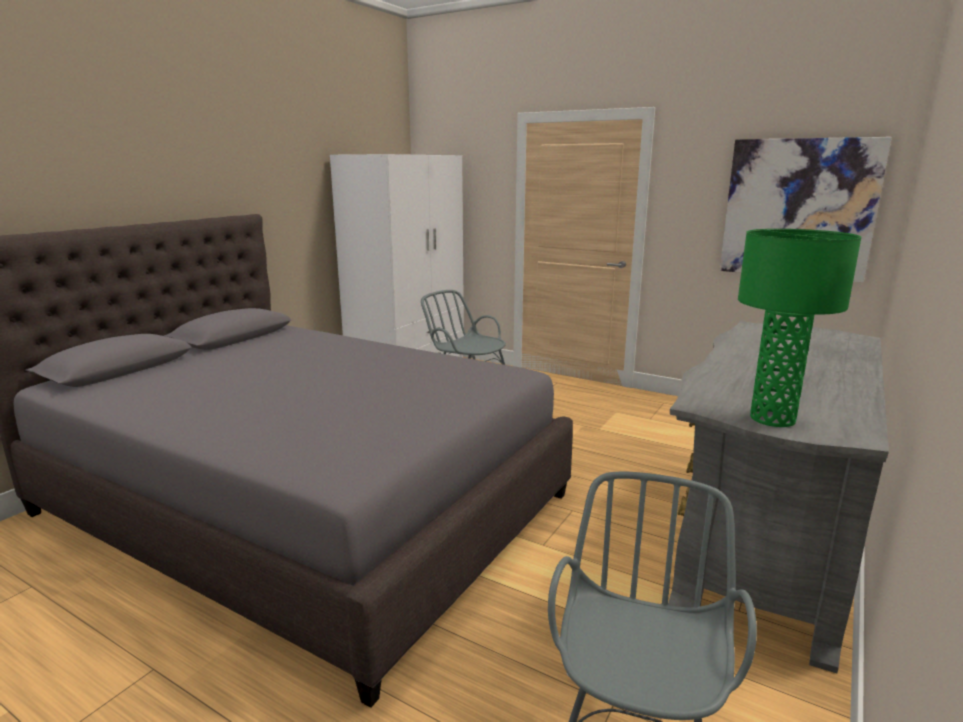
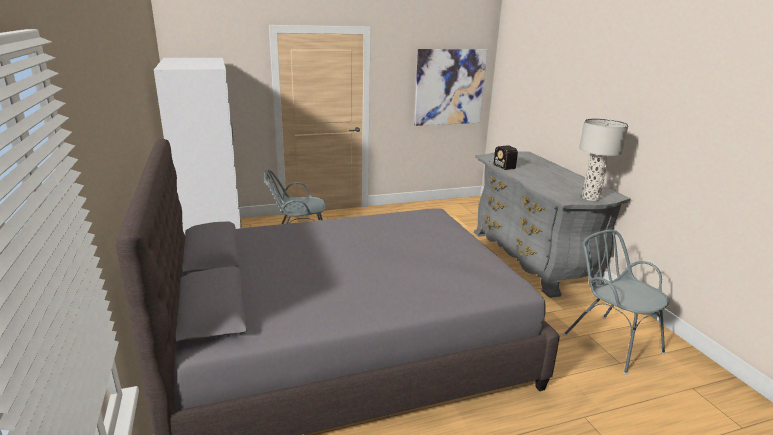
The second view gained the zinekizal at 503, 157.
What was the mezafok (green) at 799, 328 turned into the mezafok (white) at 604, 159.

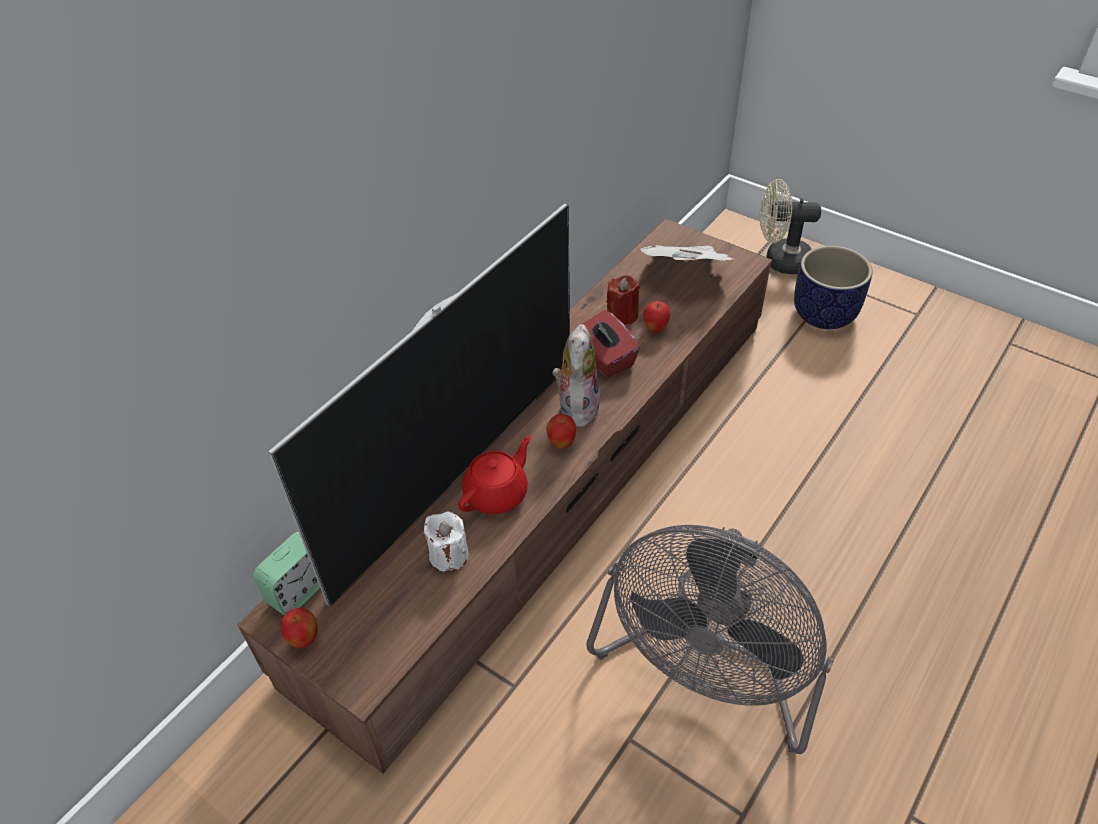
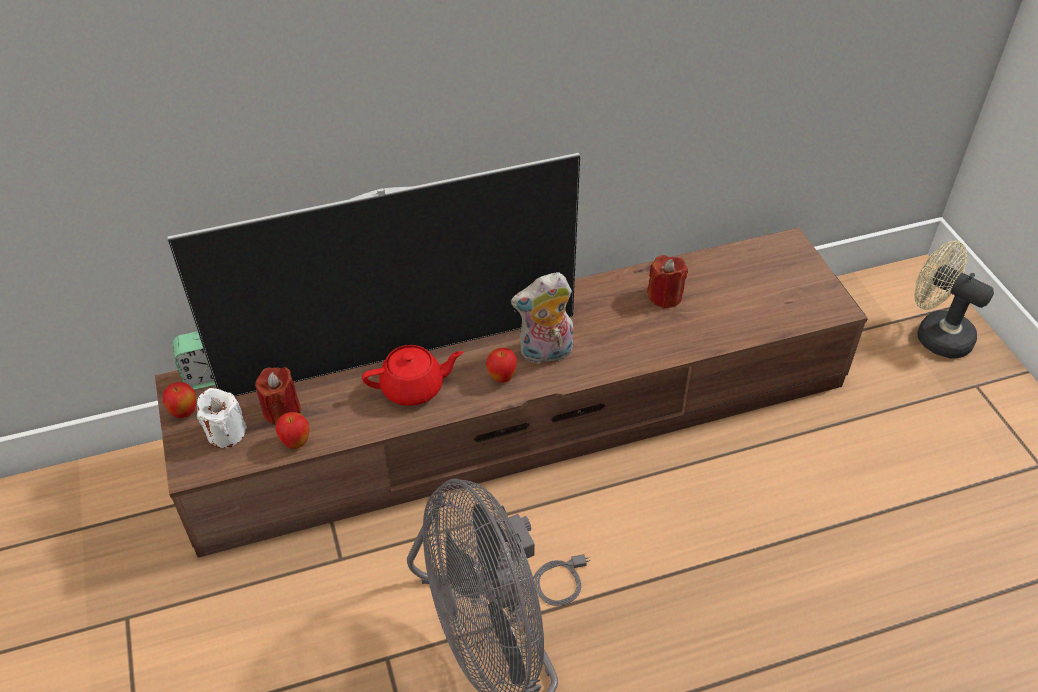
The second view lost the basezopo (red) at 607, 343.
The second view lost the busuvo at 687, 253.
The second view lost the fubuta at 833, 287.
The second view gained the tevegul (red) at 278, 396.
The tevegul (white) ended up elsewhere, having gone from 446, 542 to 222, 418.
The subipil ended up elsewhere, having gone from 657, 317 to 292, 430.
The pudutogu at 576, 375 ended up facing another way, 150 degrees counterclockwise from before.

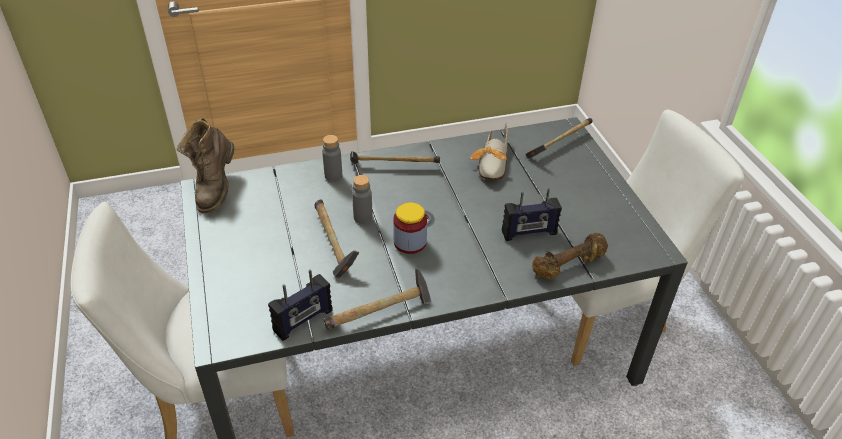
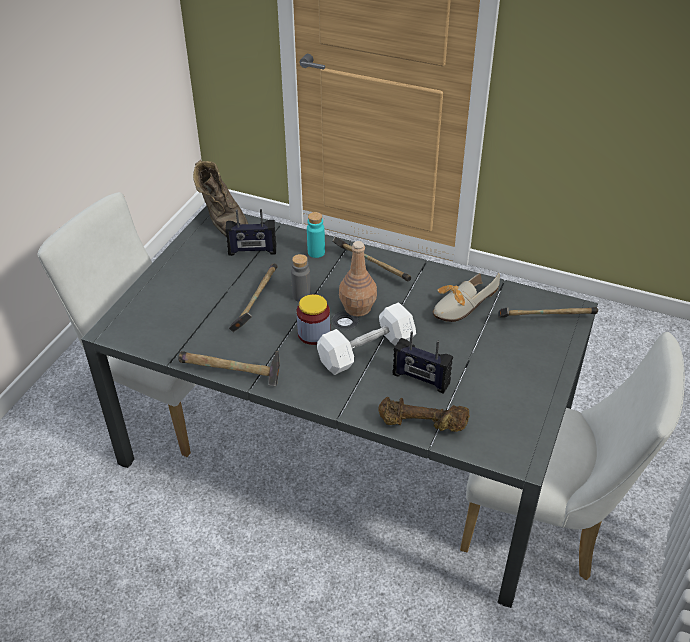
The second view gained the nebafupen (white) at 366, 338.
The second view gained the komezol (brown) at 358, 279.
The zinekizal ended up elsewhere, having gone from 300, 305 to 250, 232.
What was the komezol (grey) at 332, 158 turned into the komezol (turquoise) at 316, 235.
The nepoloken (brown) at 206, 165 ended up facing another way, 75 degrees counterclockwise from before.

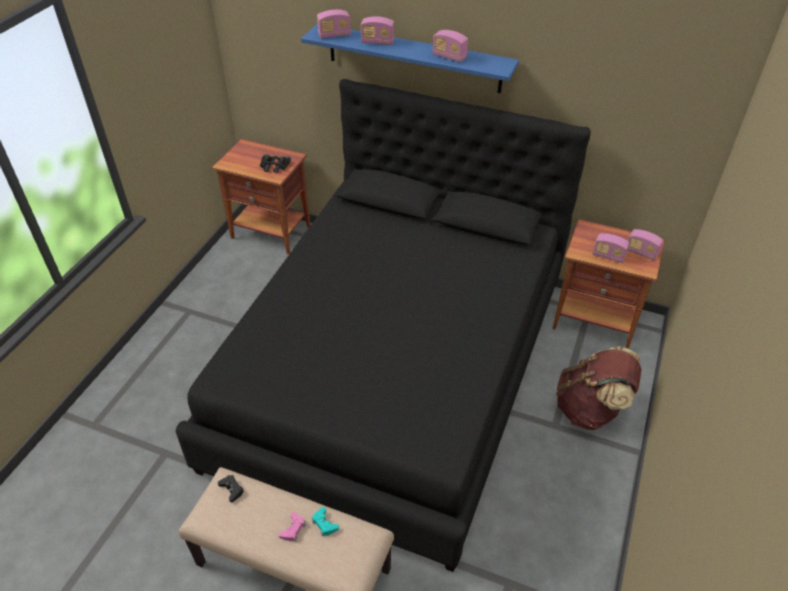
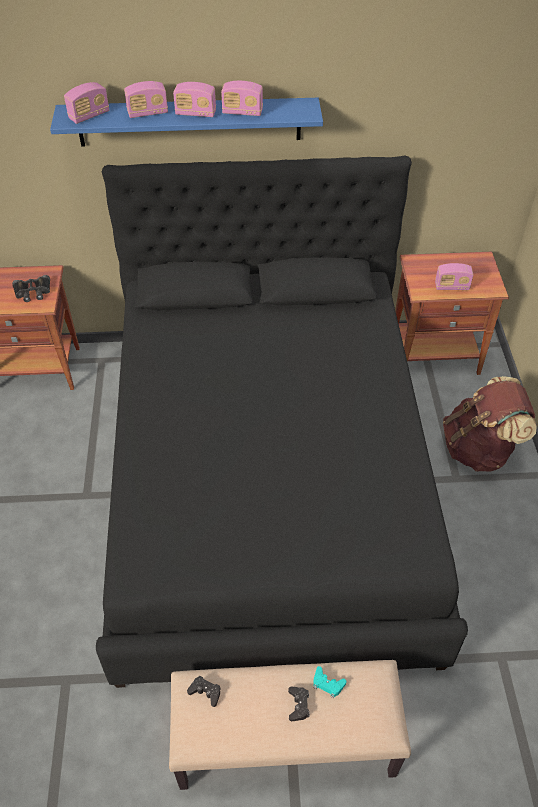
The zinekizal ended up elsewhere, having gone from 645, 244 to 194, 99.
What was the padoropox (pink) at 292, 526 turned into the padoropox (black) at 299, 703.

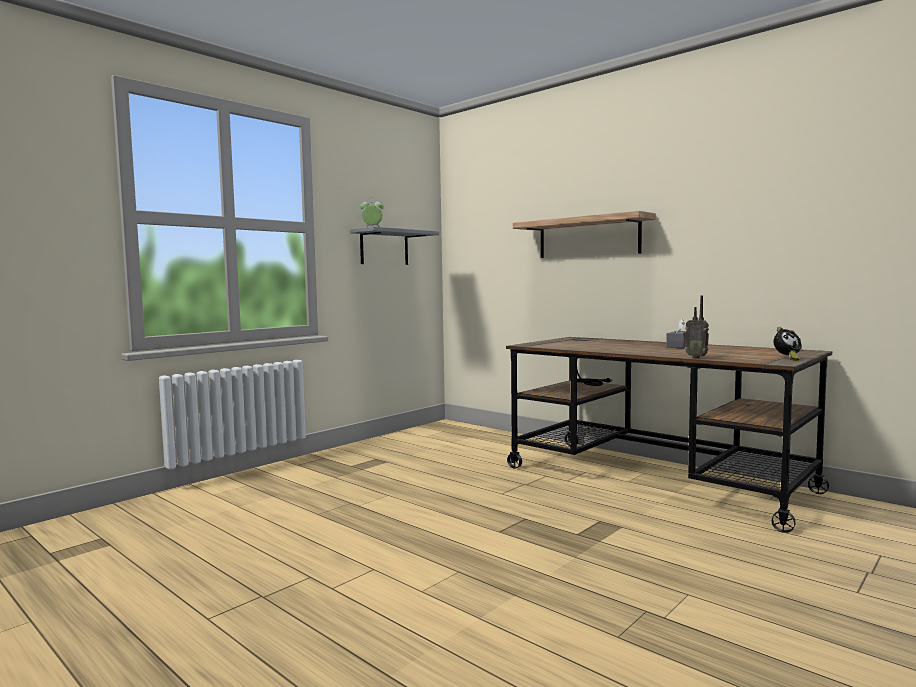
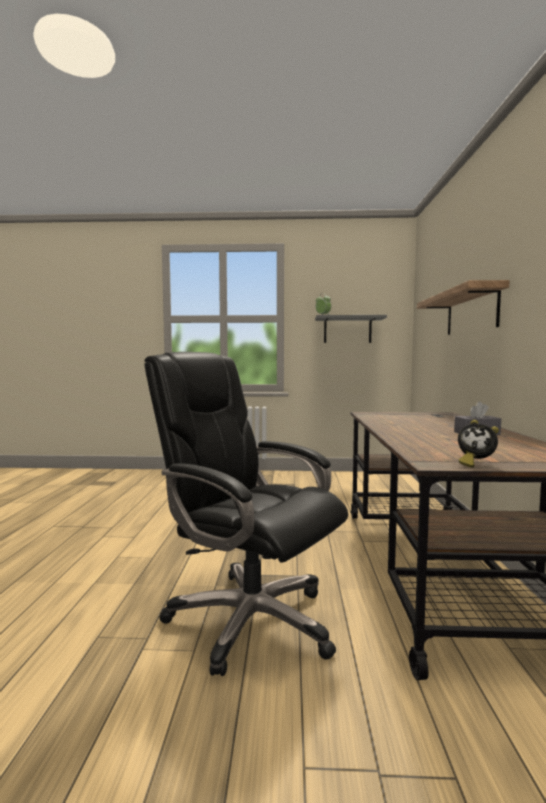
The second view lost the zinekizal at 696, 326.
The second view gained the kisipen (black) at 246, 514.

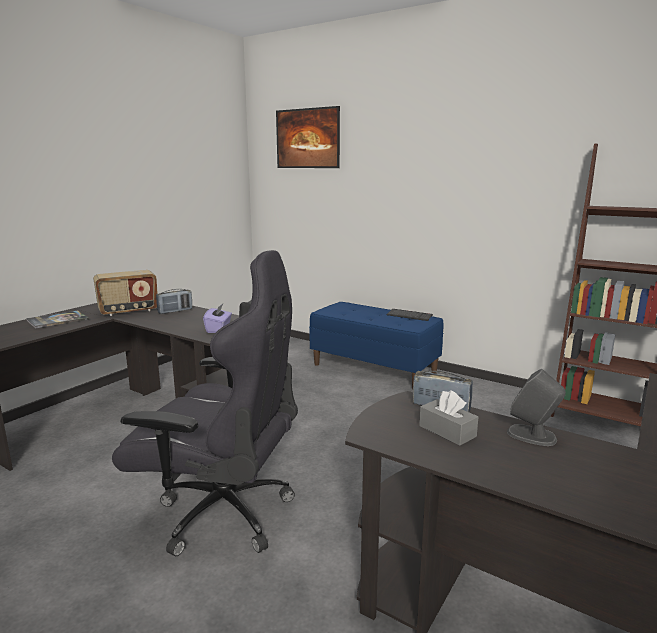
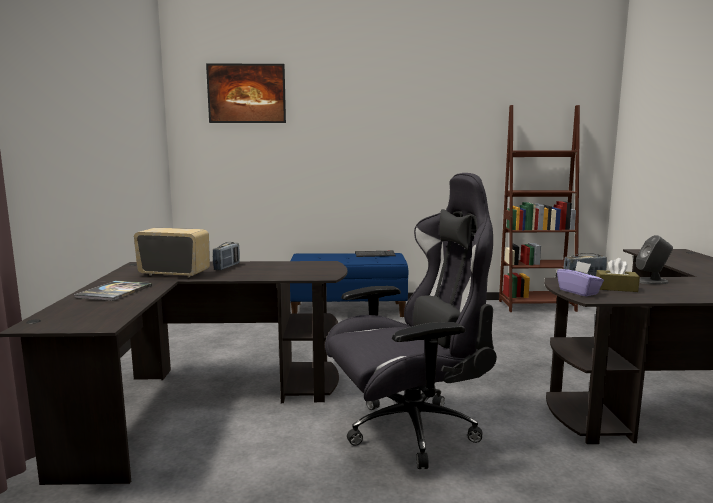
The basezopo (purple) ended up elsewhere, having gone from 217, 318 to 580, 278.
What was the basezopo (grey) at 448, 418 turned into the basezopo (brown) at 618, 275.
The zinekizal at 125, 293 ended up facing another way, 105 degrees counterclockwise from before.

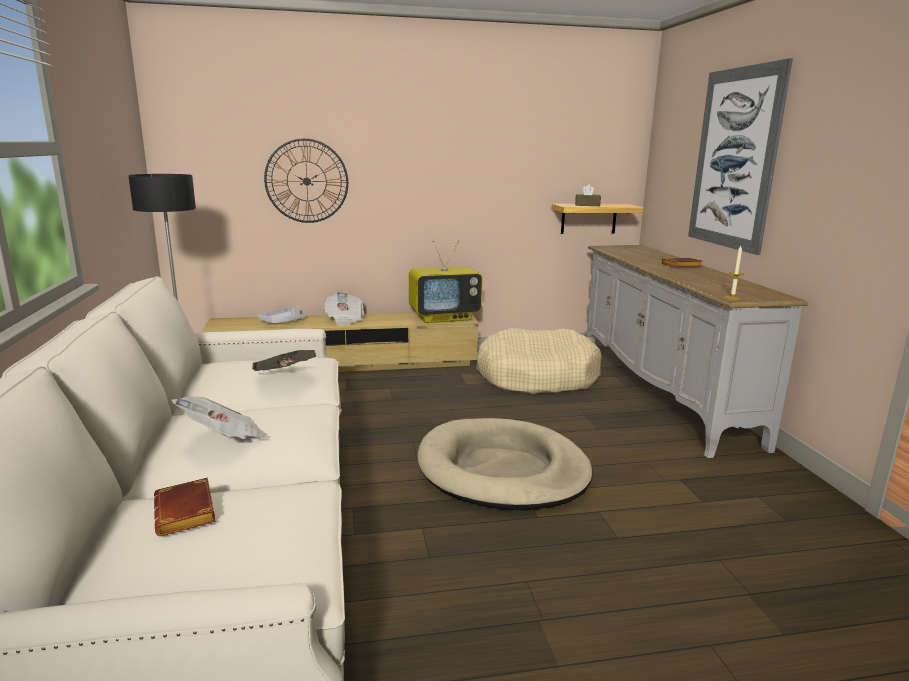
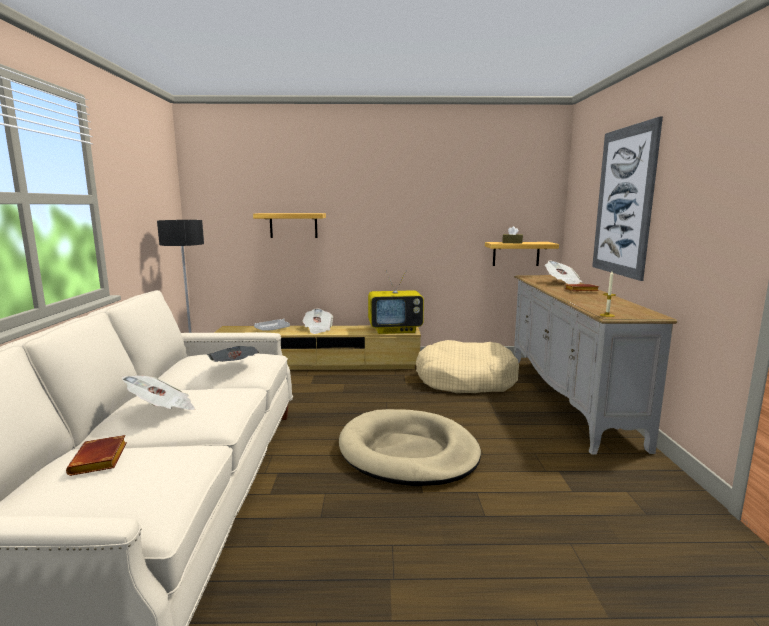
The second view gained the busuvo at 563, 272.
Where the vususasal hung at 306, 180, the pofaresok came to hang at 289, 225.

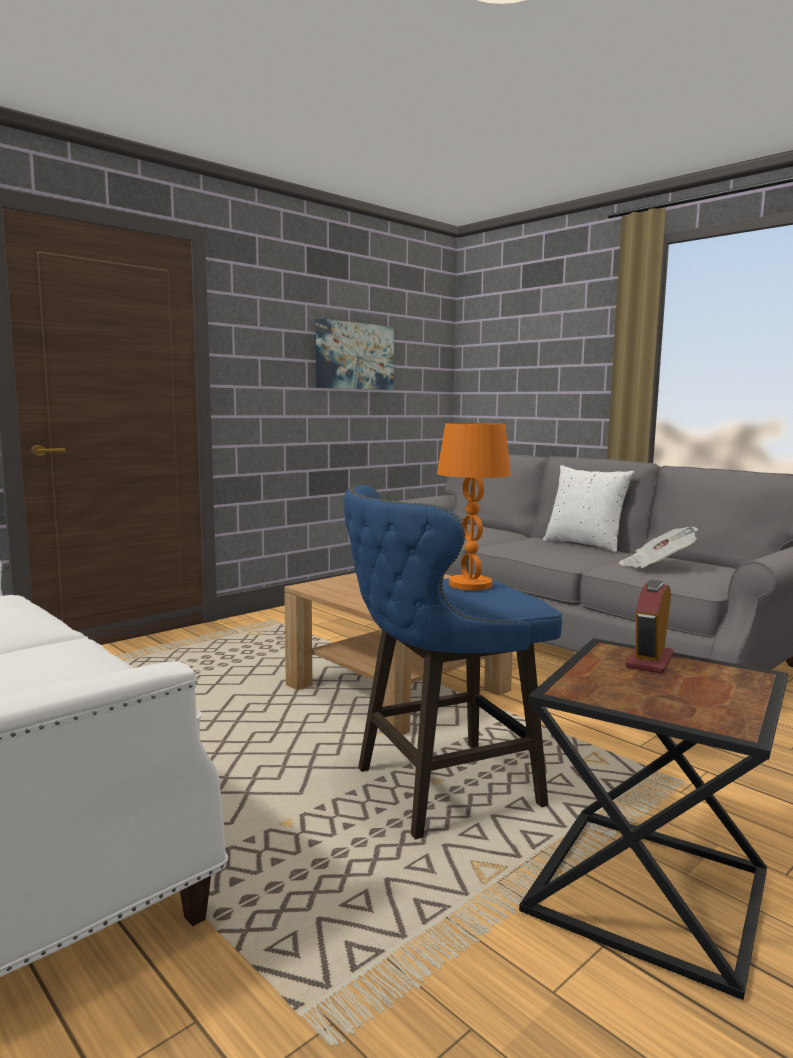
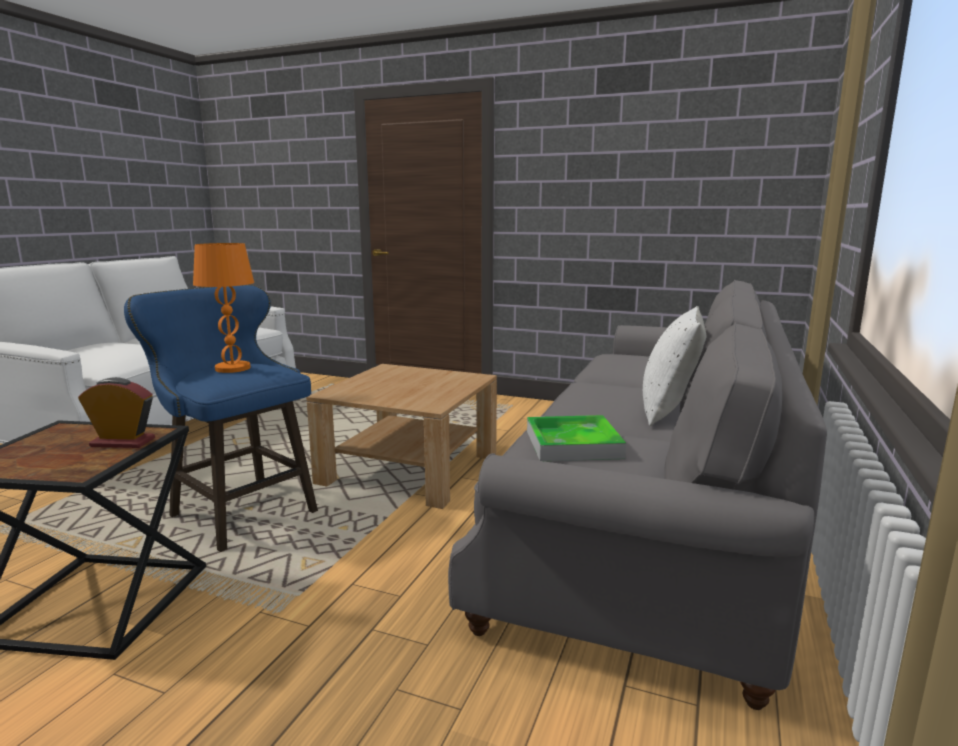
The second view lost the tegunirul at 355, 354.
Where the busuvo stood at 659, 547, the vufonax came to stand at 576, 438.

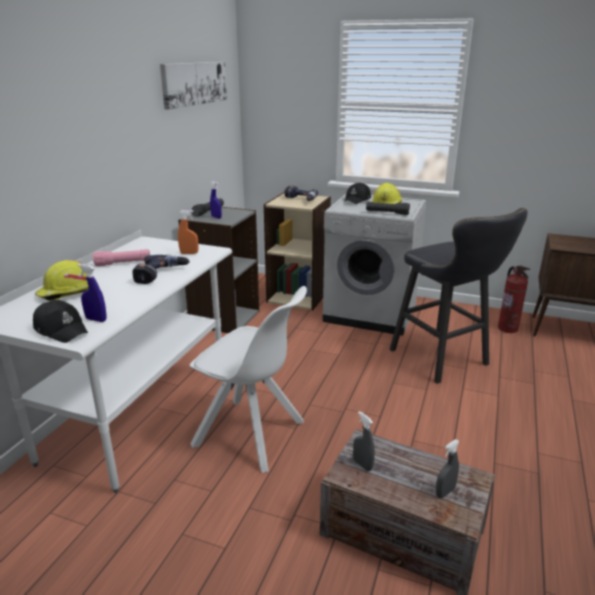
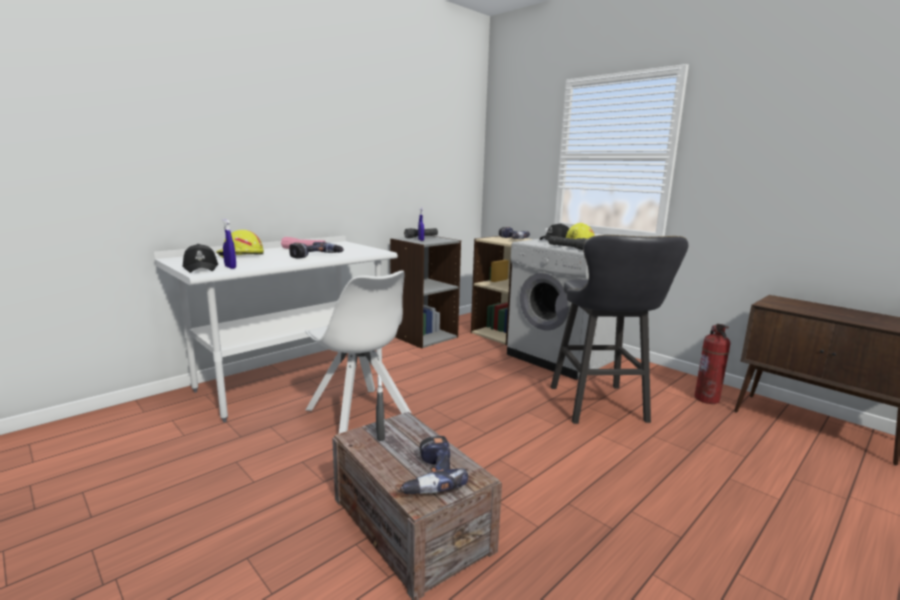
The second view lost the tegunirul at 193, 86.
The second view lost the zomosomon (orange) at 188, 232.
Where the zomosomon (grey) stood at 448, 468, the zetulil came to stand at 434, 465.

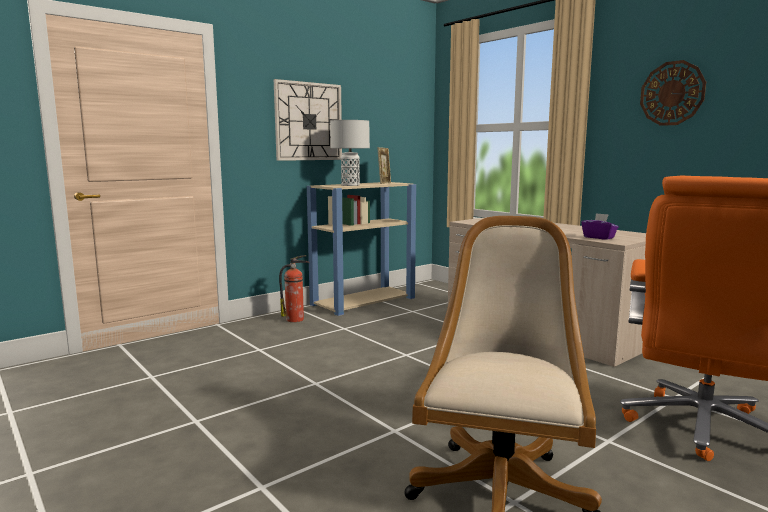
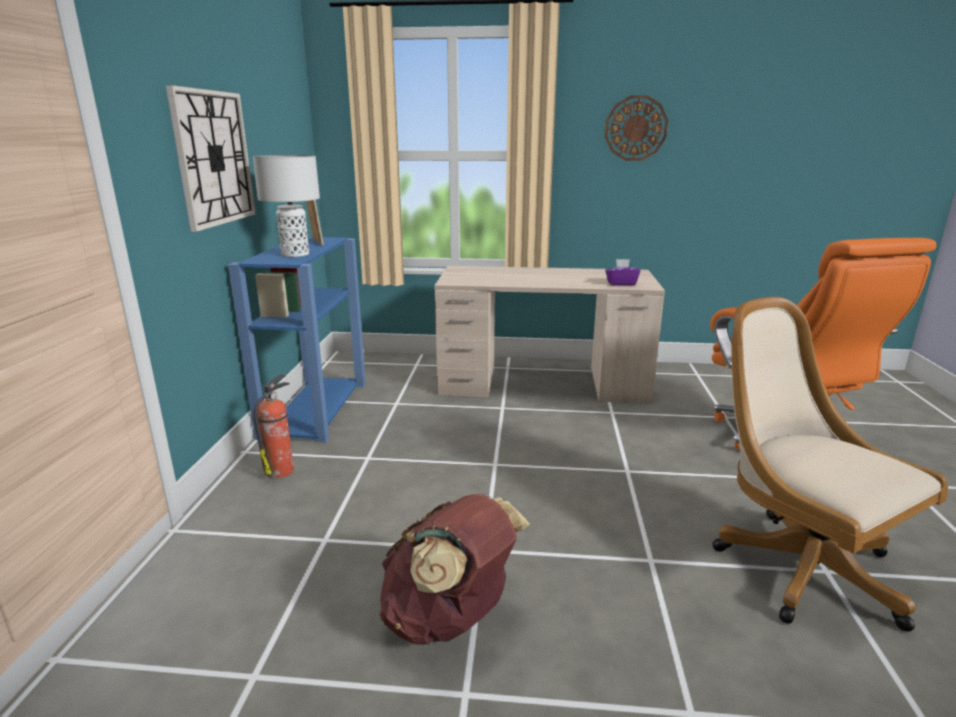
The second view gained the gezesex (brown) at 455, 569.
What was the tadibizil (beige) at 361, 249 turned into the tadibizil (blue) at 297, 340.

